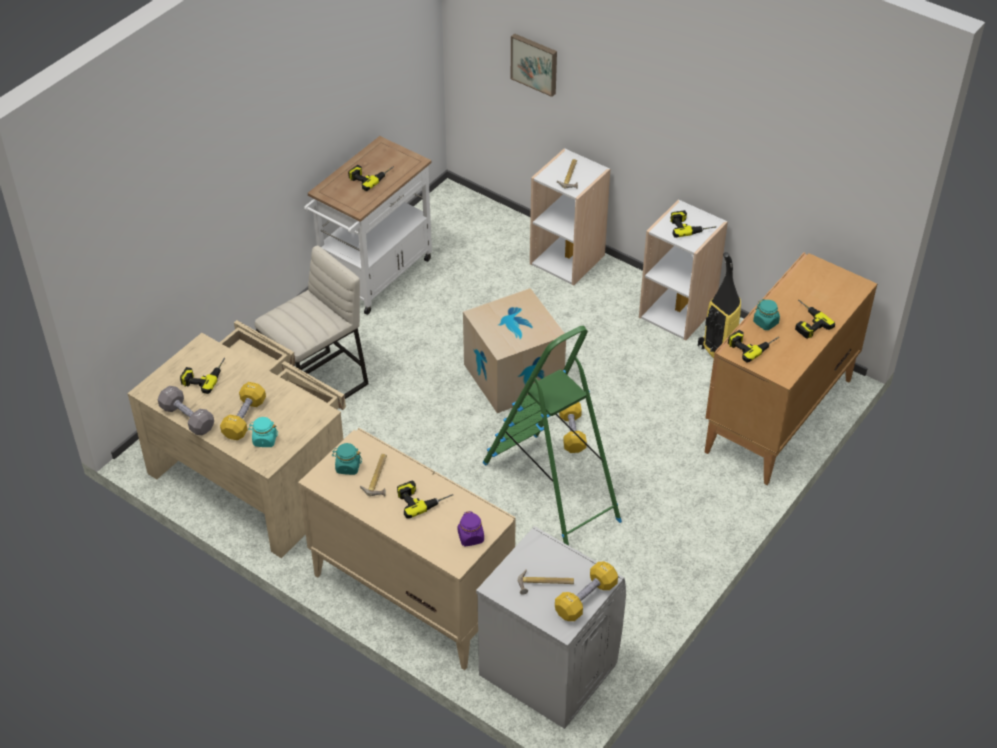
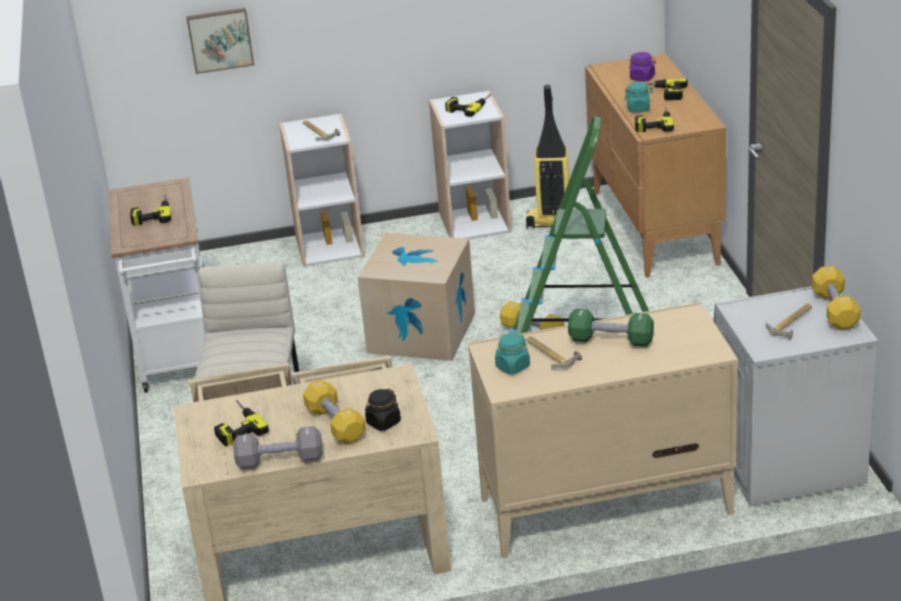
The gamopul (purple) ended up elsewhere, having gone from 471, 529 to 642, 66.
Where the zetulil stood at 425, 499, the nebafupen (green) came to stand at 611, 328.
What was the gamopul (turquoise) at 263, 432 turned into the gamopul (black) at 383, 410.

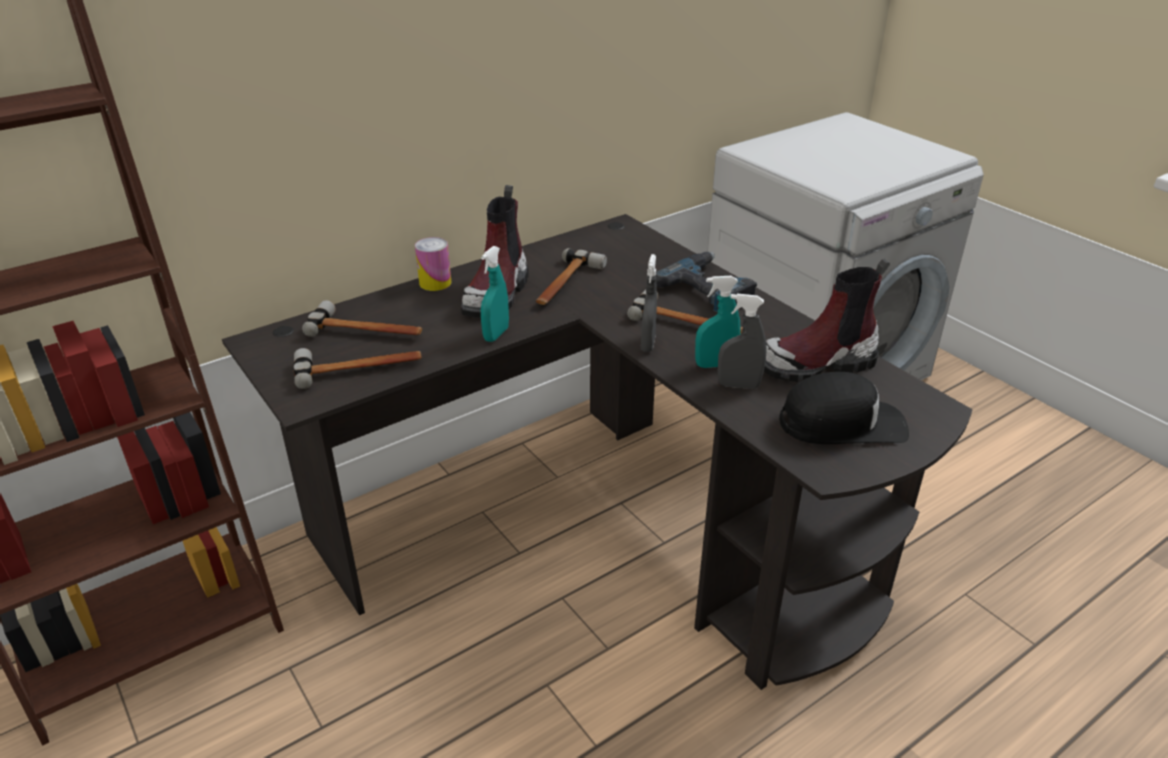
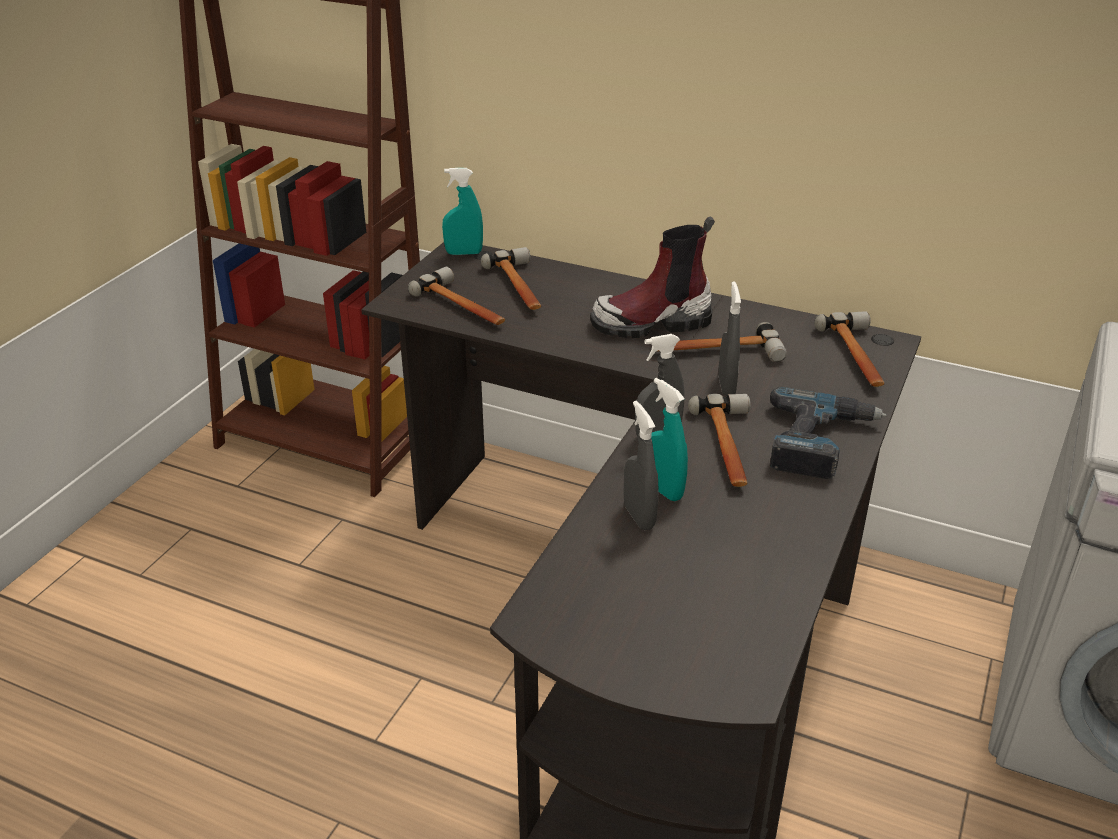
The second view lost the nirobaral at 433, 264.
The second view lost the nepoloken at 827, 320.
The second view lost the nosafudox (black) at 844, 408.
The second view gained the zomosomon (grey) at 729, 338.
The second view gained the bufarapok at 849, 349.
The zomosomon (turquoise) ended up elsewhere, having gone from 495, 294 to 462, 211.

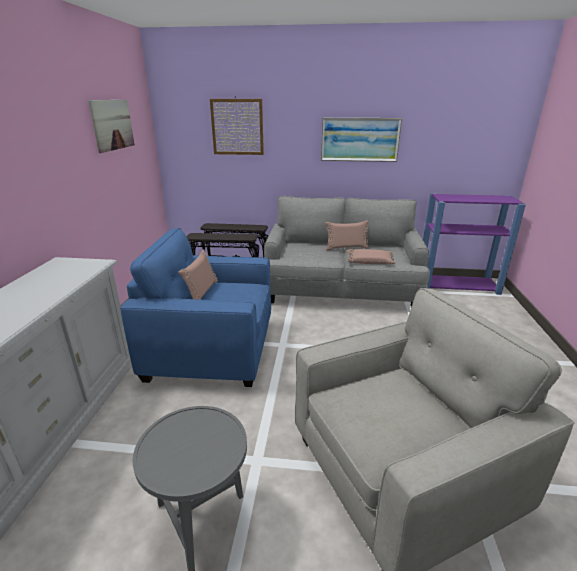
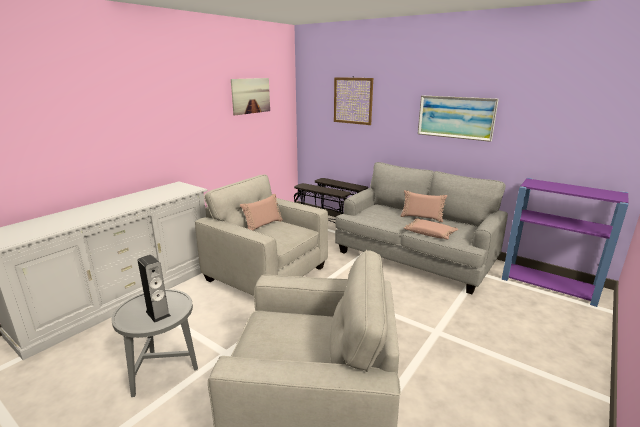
The second view gained the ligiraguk at 154, 289.
What was the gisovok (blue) at 195, 307 turned into the gisovok (grey) at 261, 235.

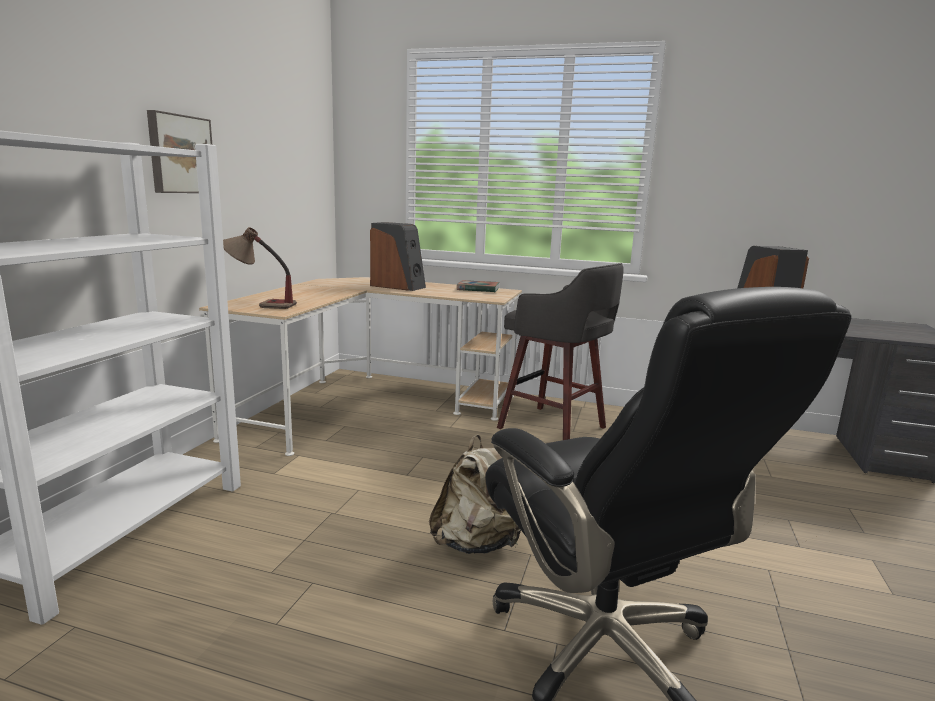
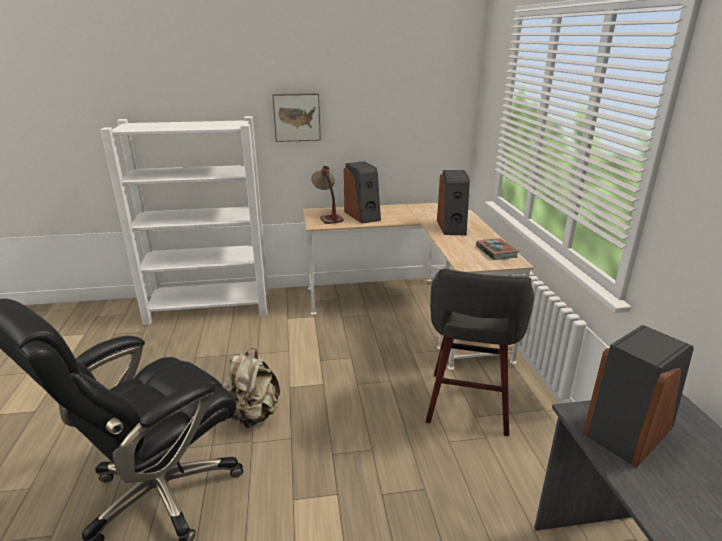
The second view gained the ligiraguk at 362, 192.

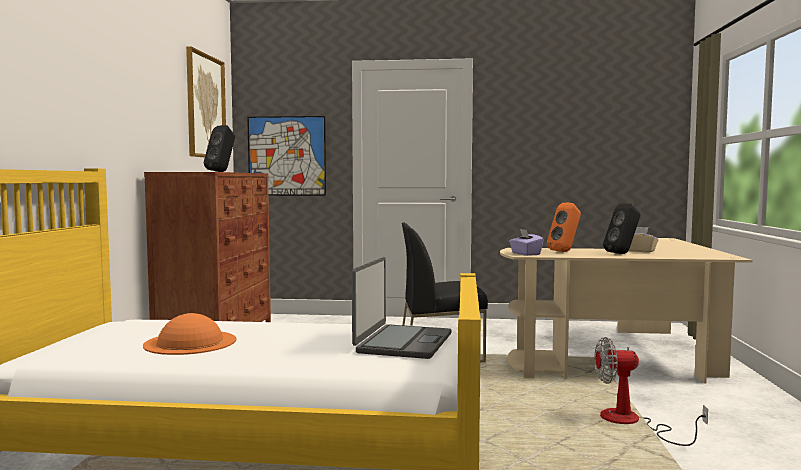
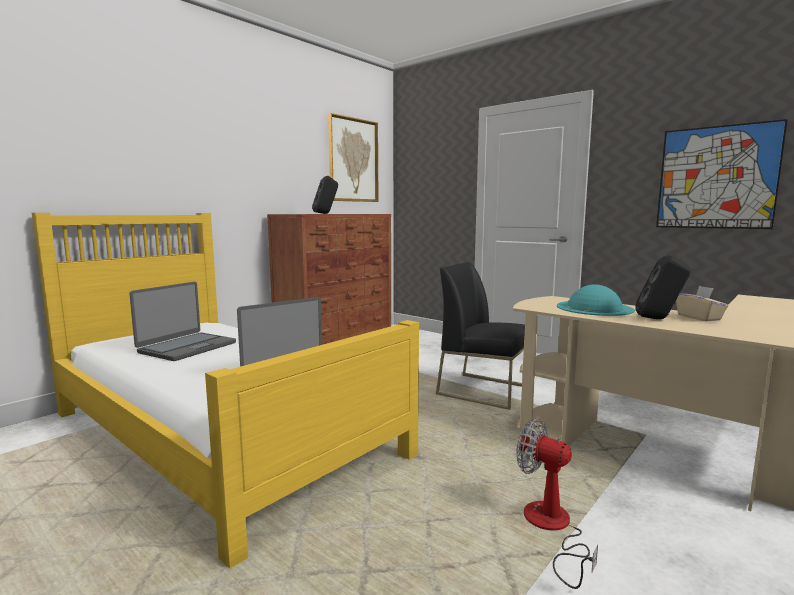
The second view lost the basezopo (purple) at 526, 242.
The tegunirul ended up elsewhere, having gone from 286, 156 to 722, 174.
Where the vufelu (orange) stood at 189, 334, the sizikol came to stand at 182, 321.
Where the ligiraguk (orange) stood at 564, 227, the vufelu (turquoise) came to stand at 596, 300.

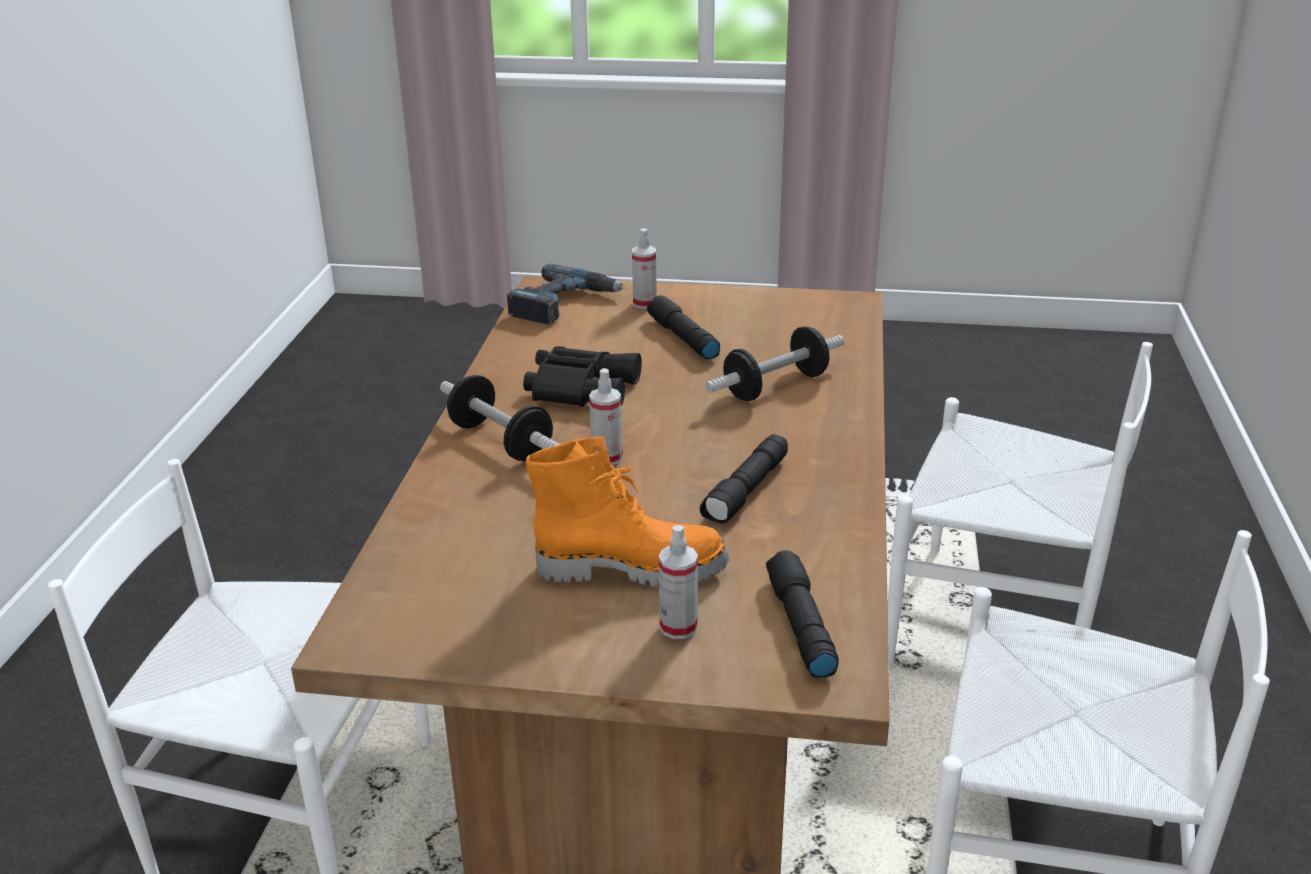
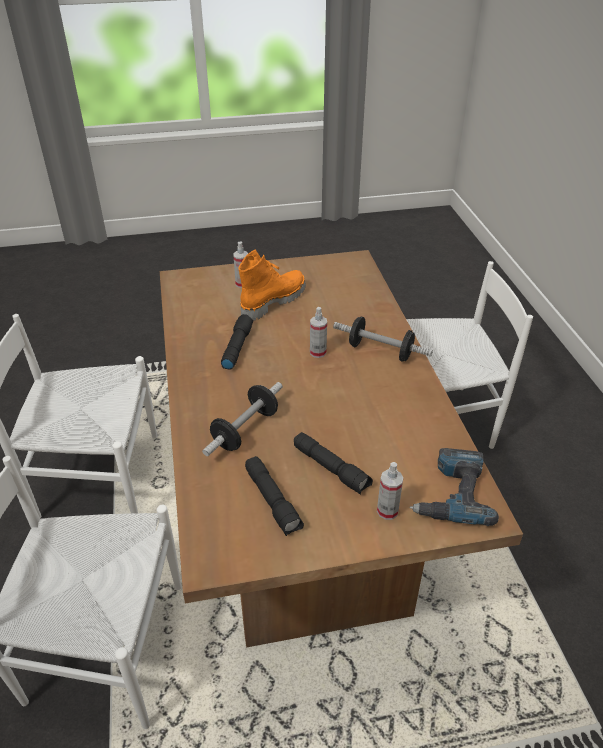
The second view lost the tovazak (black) at 582, 376.
The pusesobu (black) ended up elsewhere, having gone from 802, 614 to 274, 496.
The nepoloken (orange) at 627, 512 ended up facing another way, 150 degrees clockwise from before.

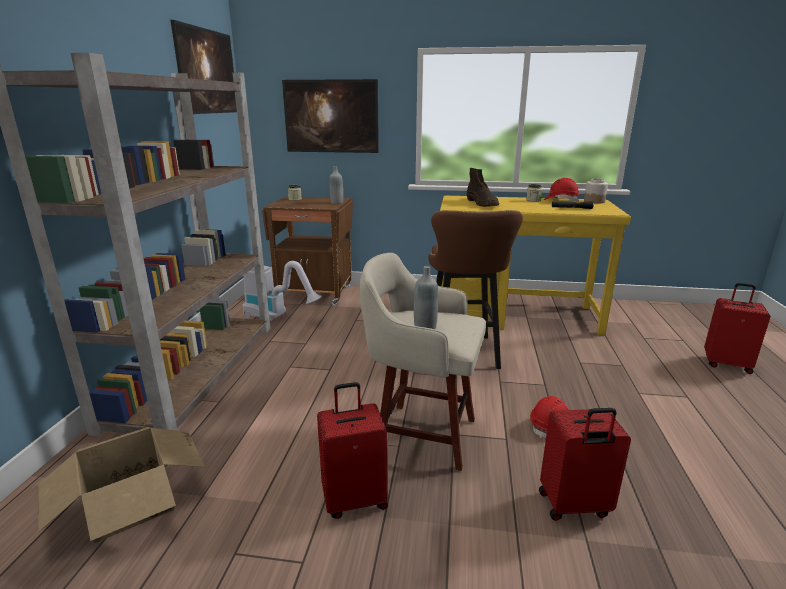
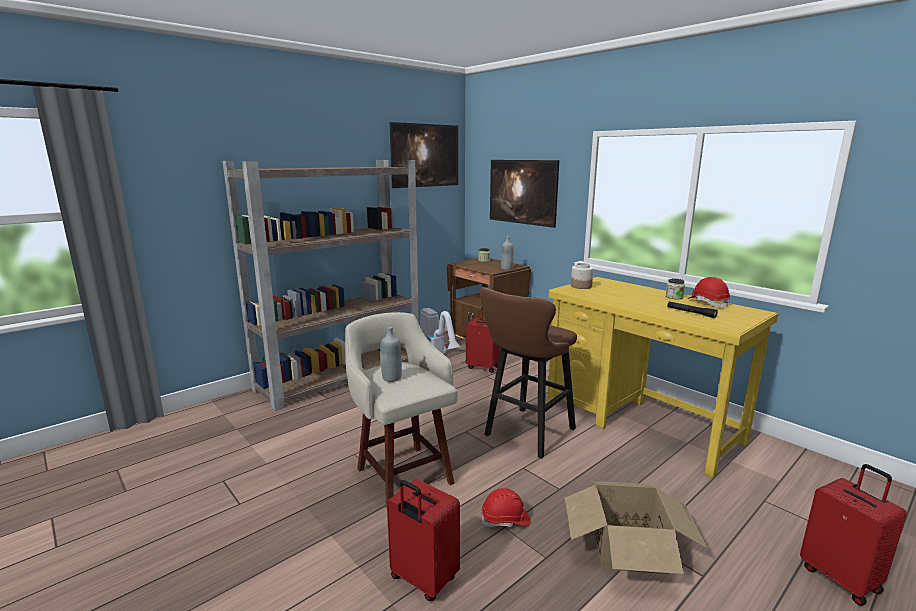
The second view lost the nepoloken (brown) at 483, 187.
The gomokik ended up elsewhere, having gone from 121, 485 to 636, 527.
The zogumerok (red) ended up elsewhere, having gone from 352, 450 to 483, 340.
The gamopul ended up elsewhere, having gone from 596, 191 to 582, 276.

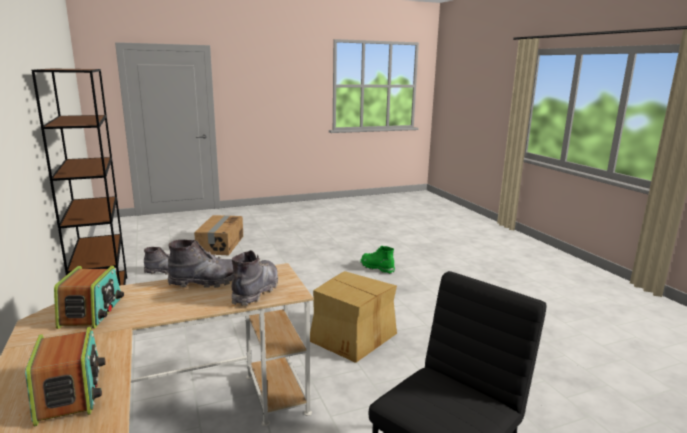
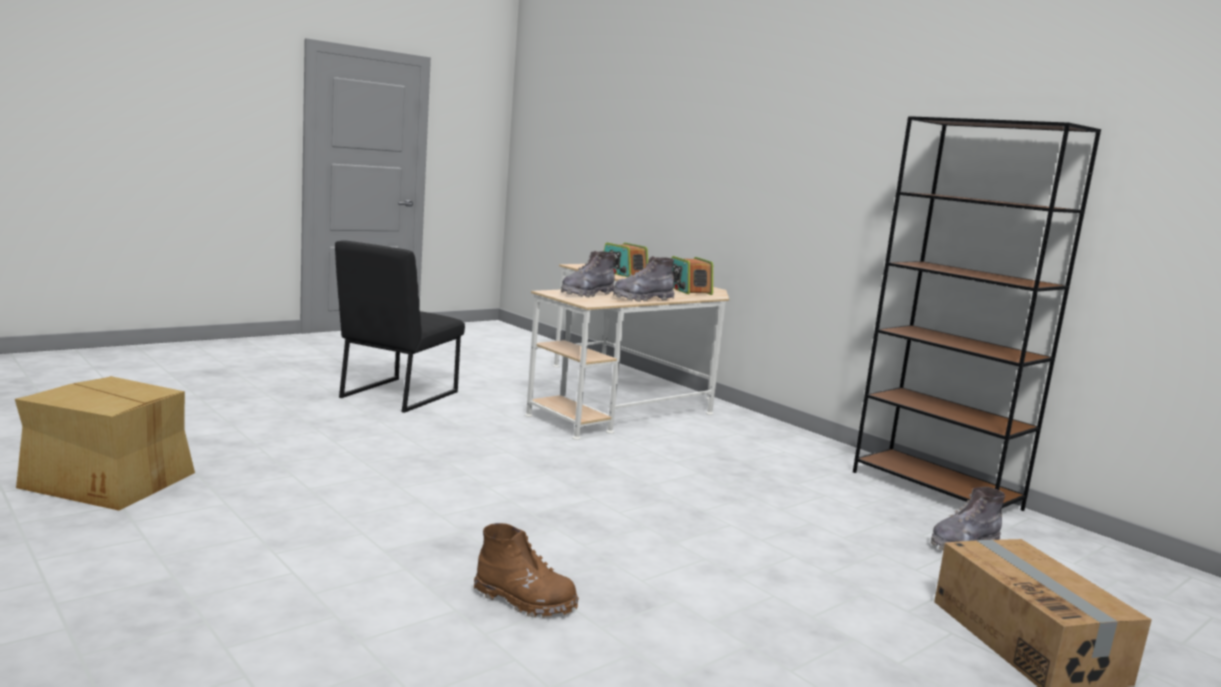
The gomokik ended up elsewhere, having gone from 353, 317 to 105, 443.
What was the nepoloken (green) at 378, 260 turned into the nepoloken (brown) at 526, 570.
The nepoloken (grey) at 254, 278 ended up facing another way, 45 degrees clockwise from before.

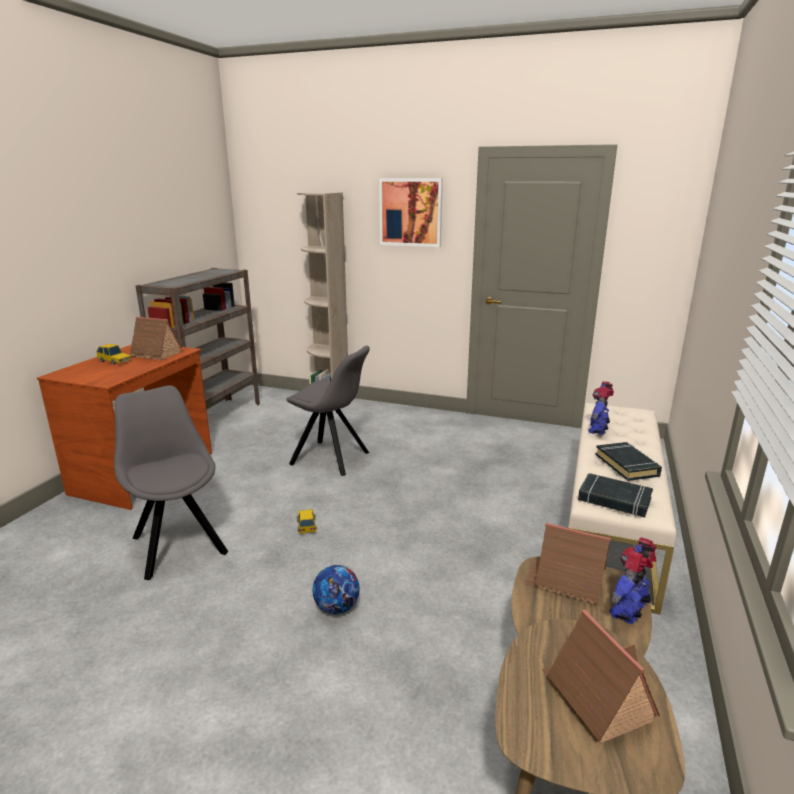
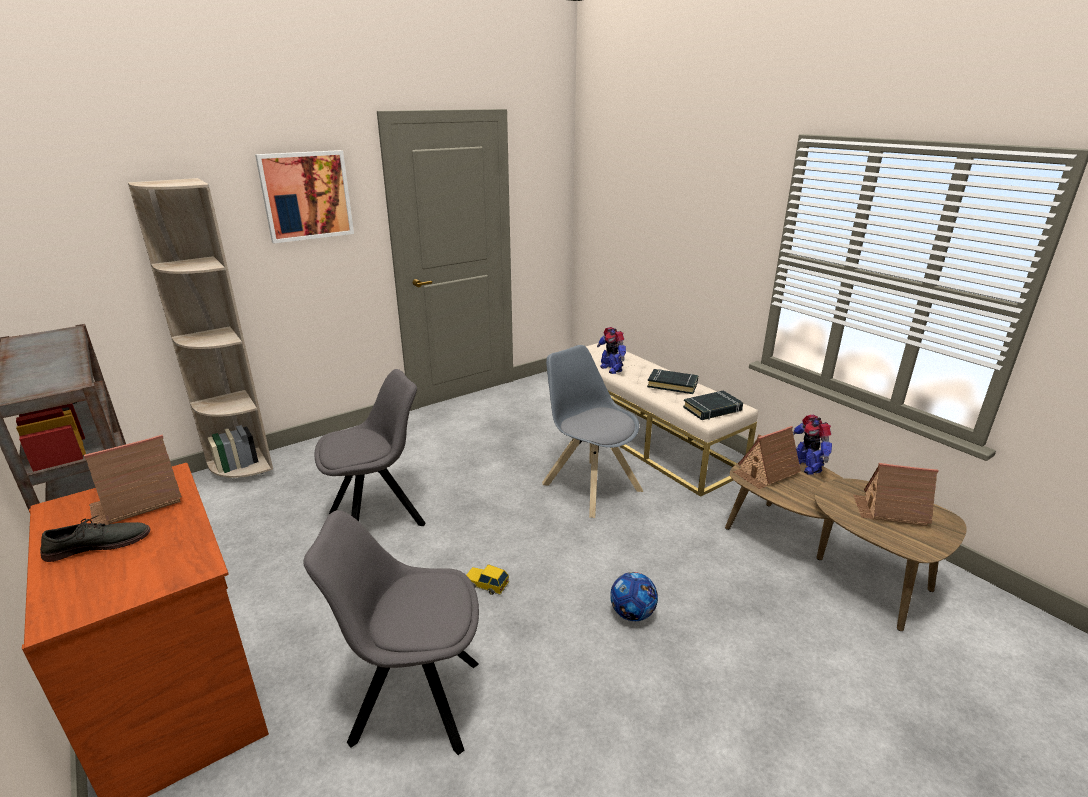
The second view gained the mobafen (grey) at 592, 431.
Where the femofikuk stood at 114, 354, the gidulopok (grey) came to stand at 95, 538.

